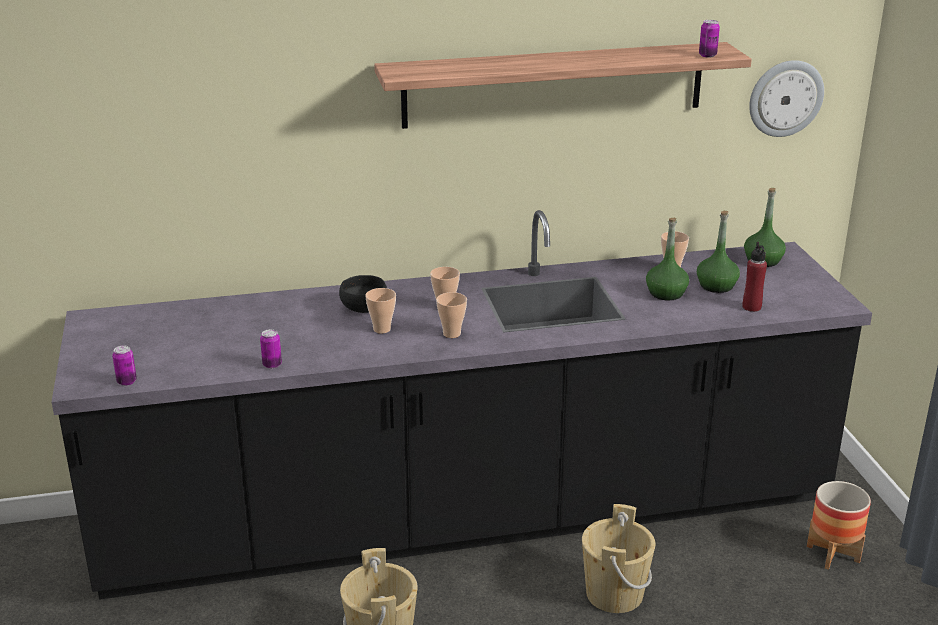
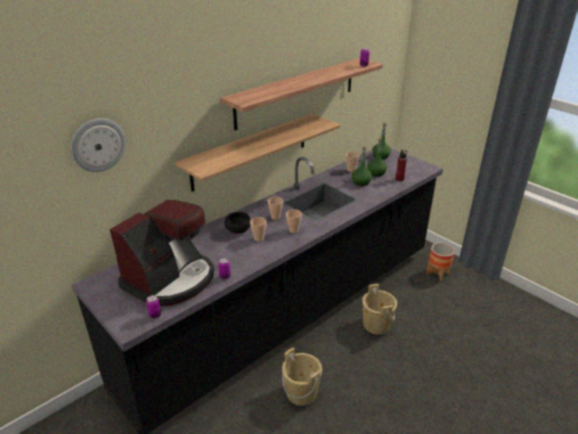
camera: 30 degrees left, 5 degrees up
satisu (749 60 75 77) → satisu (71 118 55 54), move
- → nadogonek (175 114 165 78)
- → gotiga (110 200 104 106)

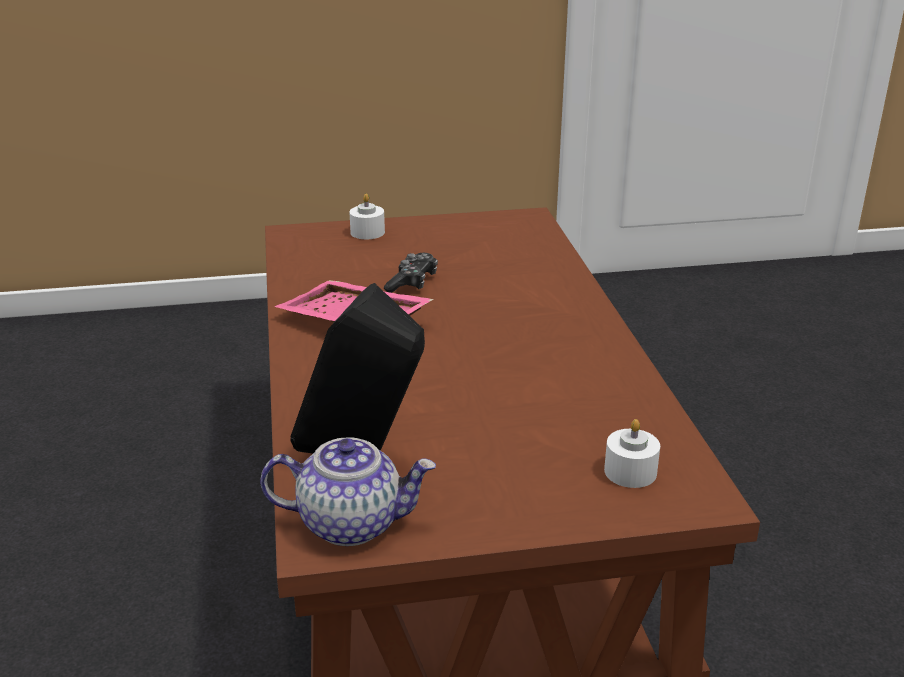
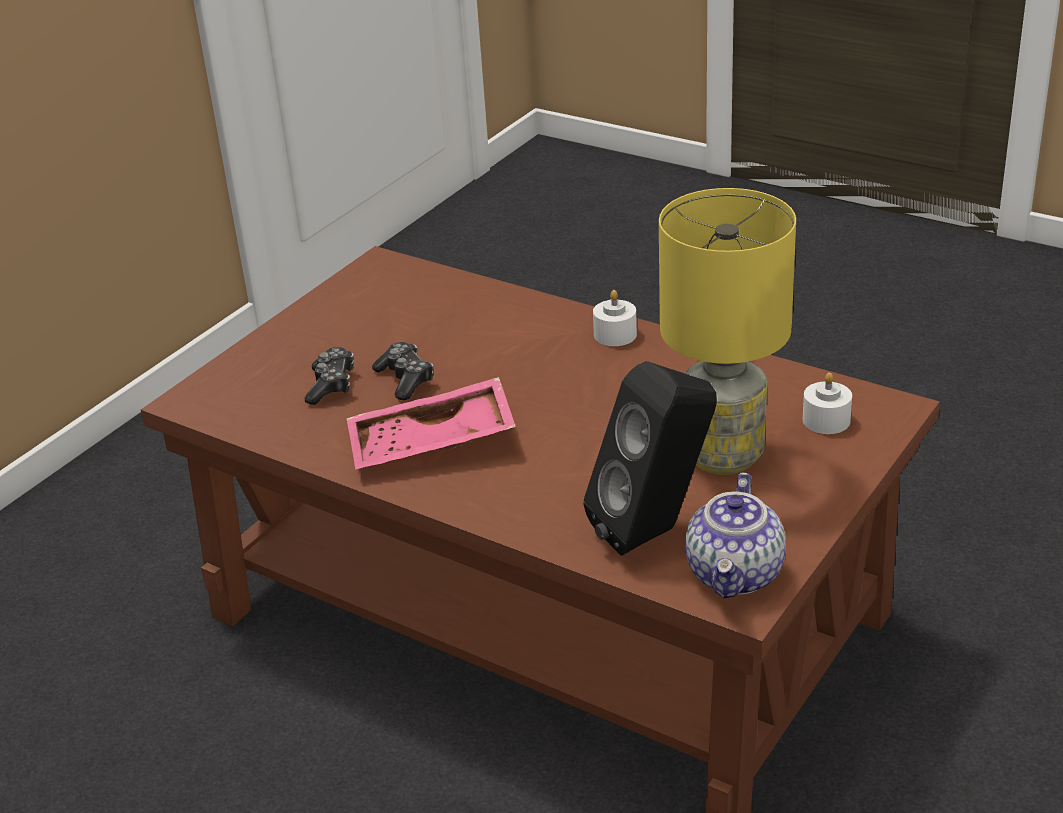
camera: 45 degrees left, 5 degrees up
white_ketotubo (349 193 36 46) → white_ketotubo (593 290 44 56), move
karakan (260 438 176 108) → karakan (685 473 101 125), 150 degrees clockwise
- → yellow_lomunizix (659 188 137 287)
- → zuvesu (304 347 50 58)

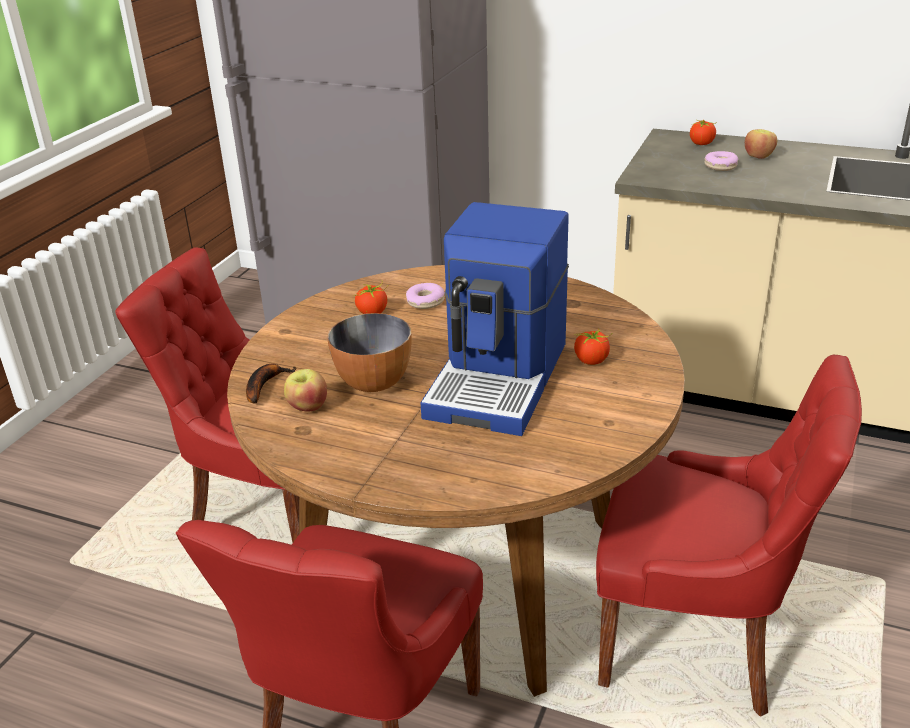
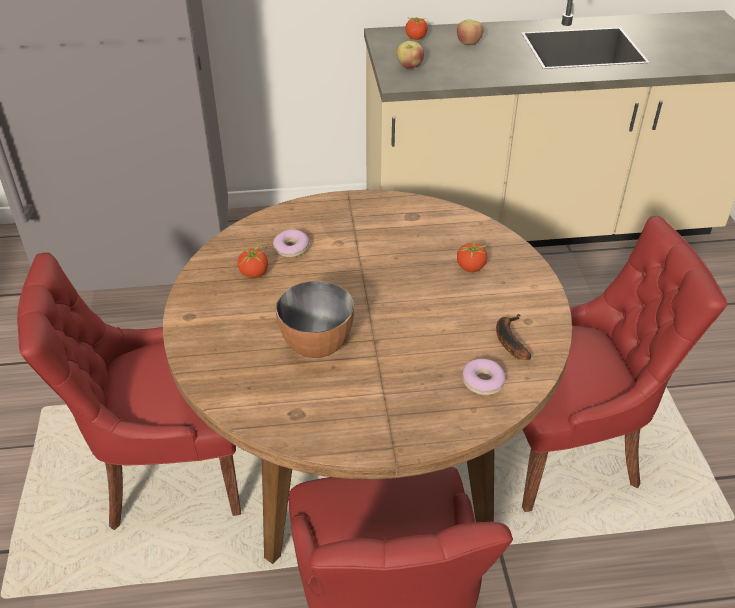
camera: 30 degrees left, 10 degrees up
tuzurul (704 151 34 20) → tuzurul (463 359 42 36), move
gotiga (420 202 149 234) → -
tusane (246 364 50 40) → tusane (496 314 36 46), move
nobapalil (284 369 43 42) → nobapalil (396 41 28 28), move

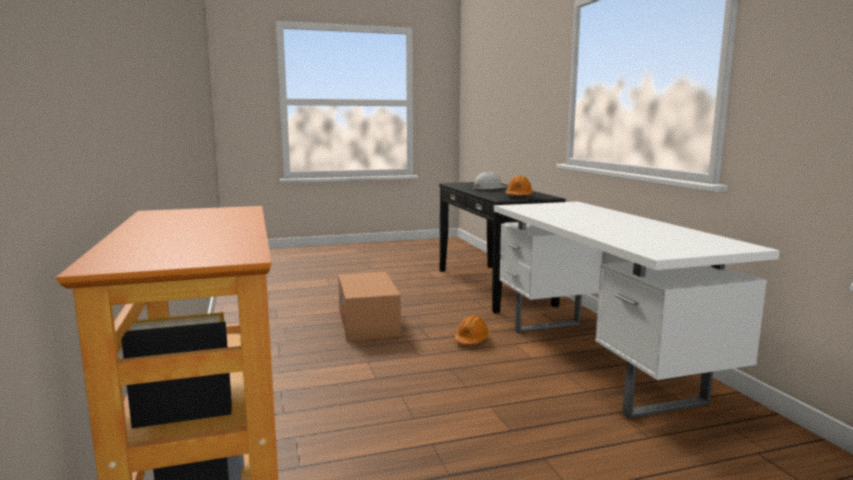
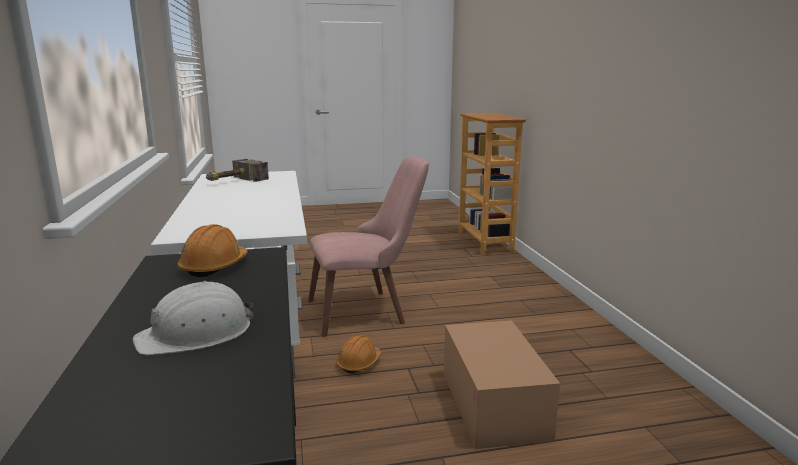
camera: 175 degrees left, 5 degrees up
- → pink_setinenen (308 157 121 180)
- → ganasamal (206 159 63 23)

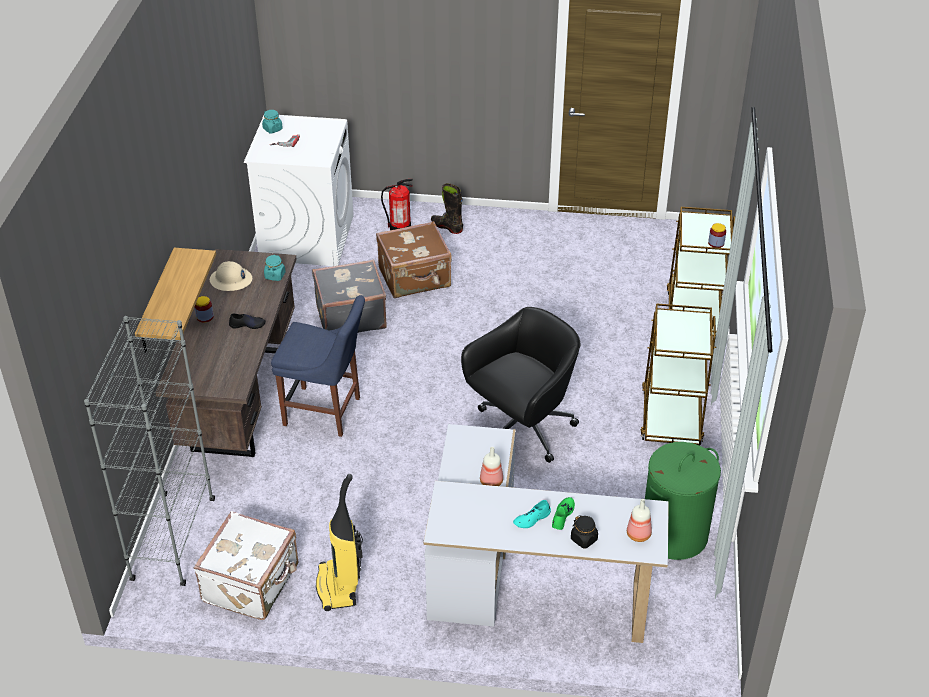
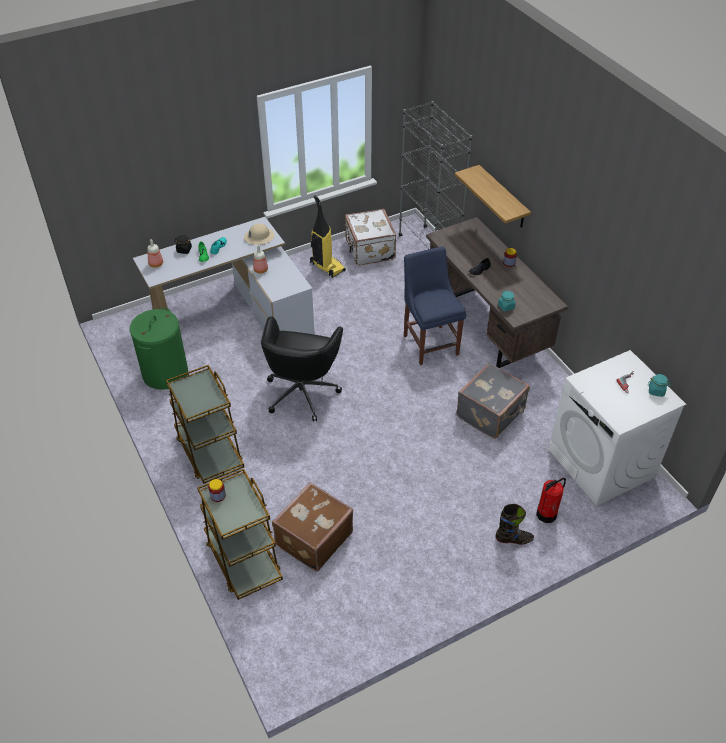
camera: 145 degrees right, 5 degrees up
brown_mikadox (376 221 76 77) → brown_mikadox (272 482 81 90), move
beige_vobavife (210 261 42 30) → beige_vobavife (244 224 31 21), move
blue_setinenen (271 295 94 142) → blue_setinenen (404 246 62 119), 90 degrees clockwise

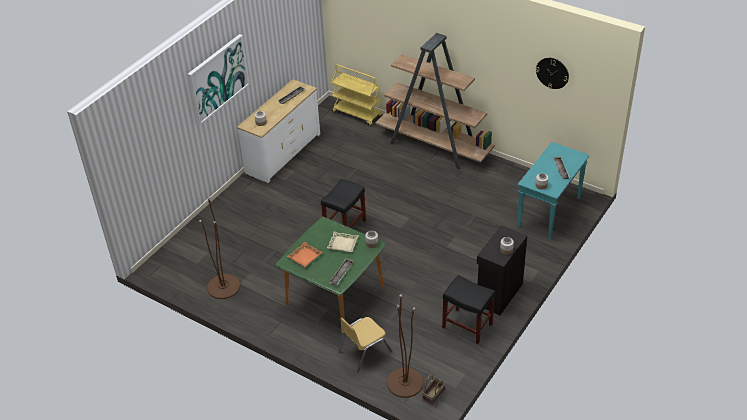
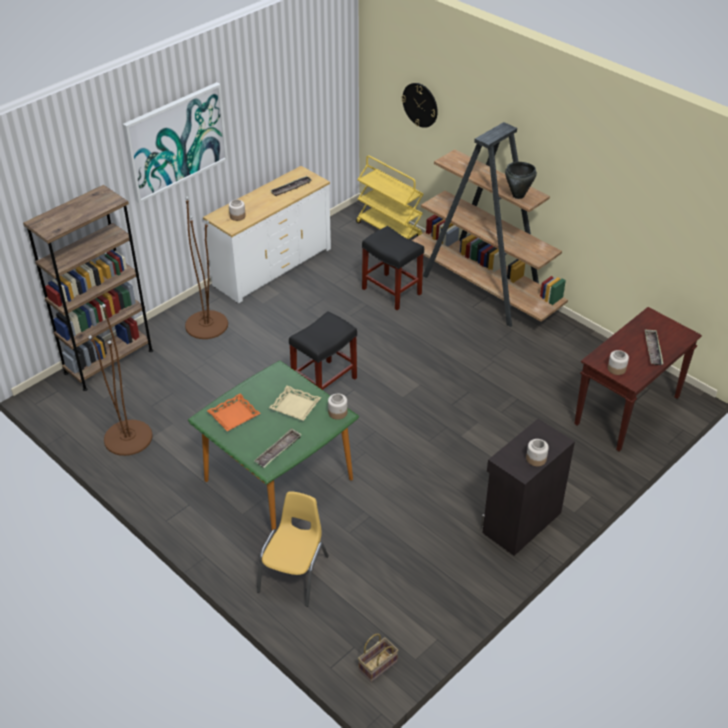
camera: 10 degrees right, 0 degrees up
satisu (536 58 33 31) → satisu (402 83 36 45), move
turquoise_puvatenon (517 142 73 97) → brown_puvatenon (574 307 128 144)
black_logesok (442 275 53 69) → black_logesok (362 226 62 84), move
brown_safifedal (387 294 36 104) → brown_safifedal (185 196 43 143), move
yellow_setinenen (338 317 54 55) → yellow_setinenen (257 491 72 116), 135 degrees clockwise
- → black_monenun (505 162 32 37)
- → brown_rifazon (23 185 130 206)

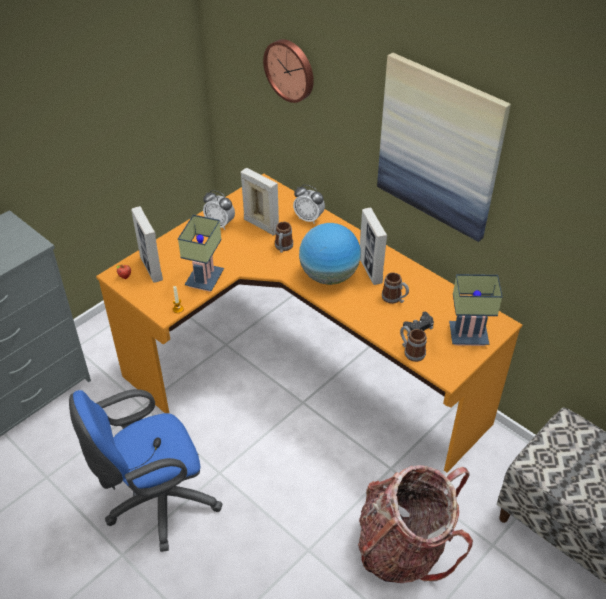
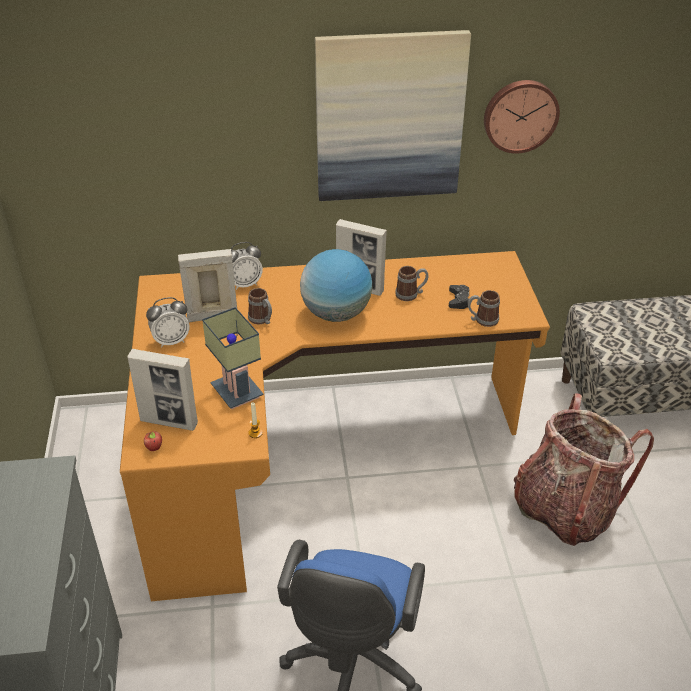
camera: 50 degrees left, 5 degrees down
satisu (263 39 51 64) → satisu (484 80 76 74), move
lomunizix (449 274 54 72) → -

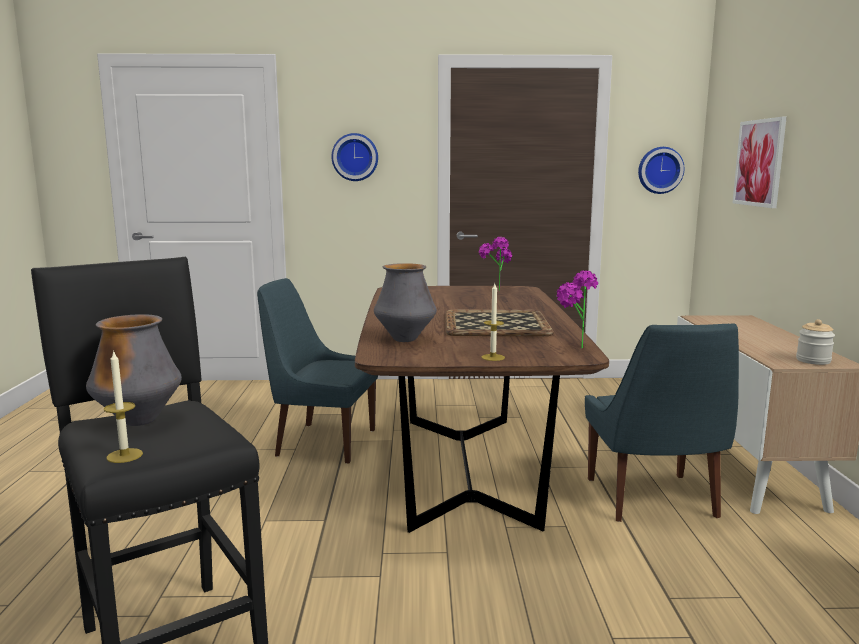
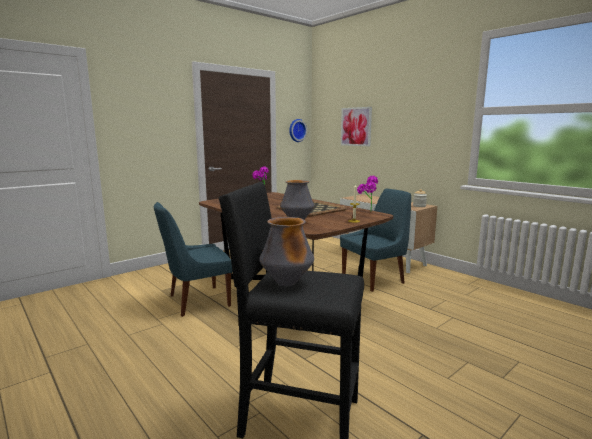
camera: 40 degrees left, 0 degrees up
satisu (331 133 47 48) → -
blue_setinenen (585 323 154 199) → blue_setinenen (340 189 71 103), 75 degrees counterclockwise
ketotubo (104 350 39 113) → -

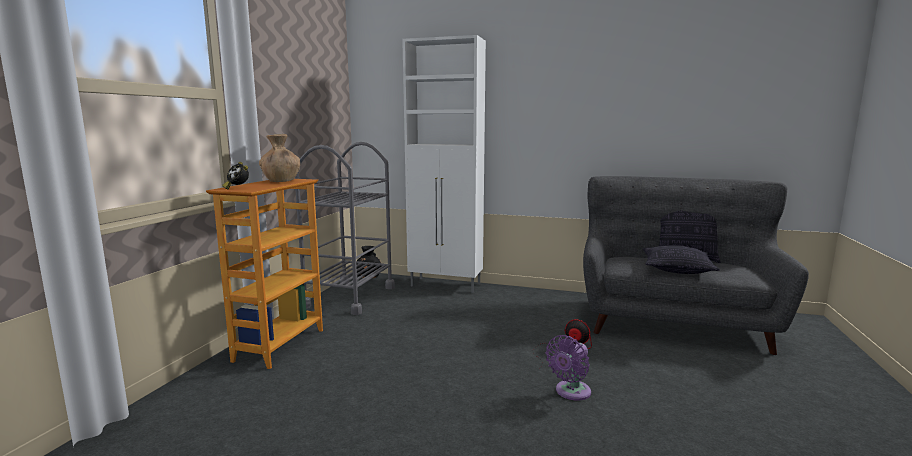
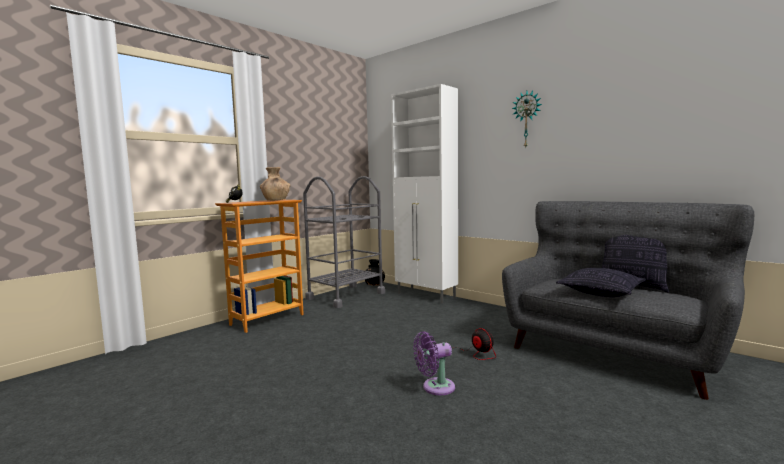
camera: 25 degrees right, 5 degrees down
- → satisu (512 91 30 57)

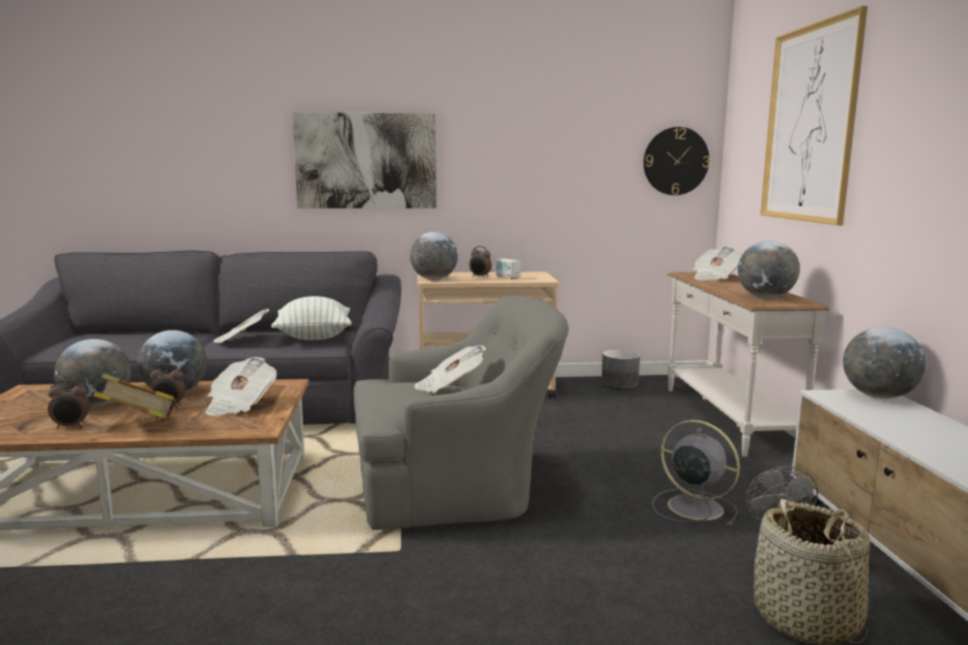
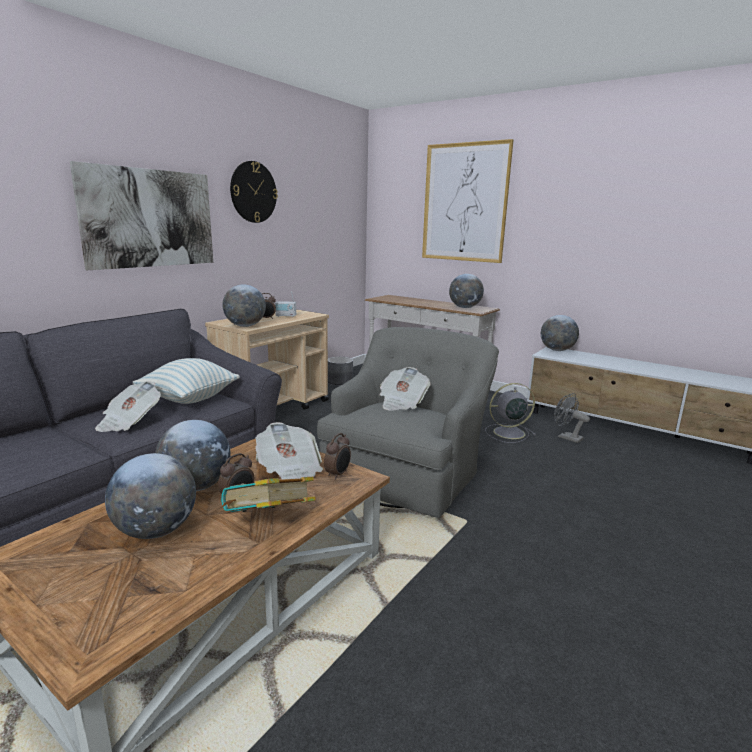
camera: 50 degrees left, 5 degrees up
satisu (644 127 66 68) → satisu (230 161 48 62), move
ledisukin (693 247 50 33) → -
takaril (48 379 42 49) → takaril (324 433 27 47), move
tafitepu (754 499 116 146) → -

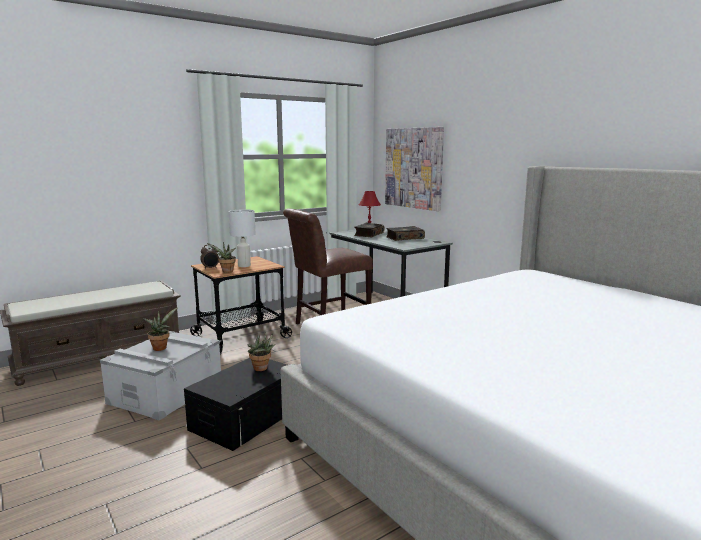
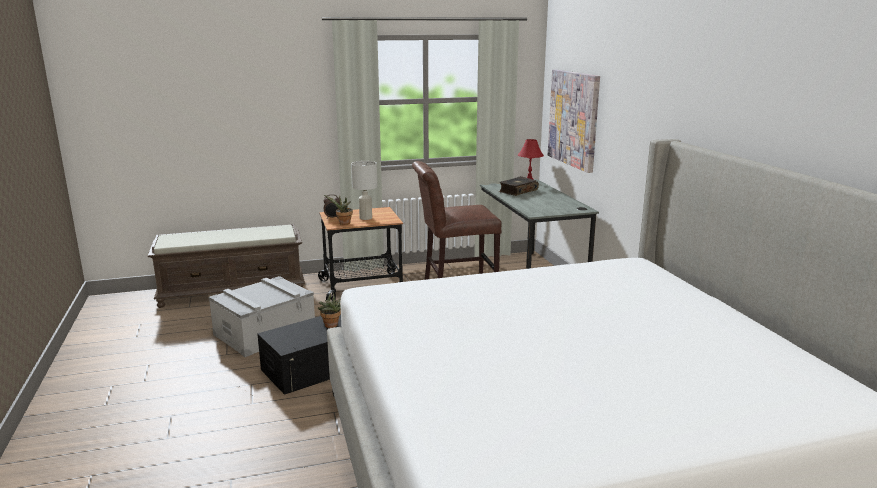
camera: 20 degrees right, 5 degrees up
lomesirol (386 226 39 15) → -
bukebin (143 307 35 44) → -

